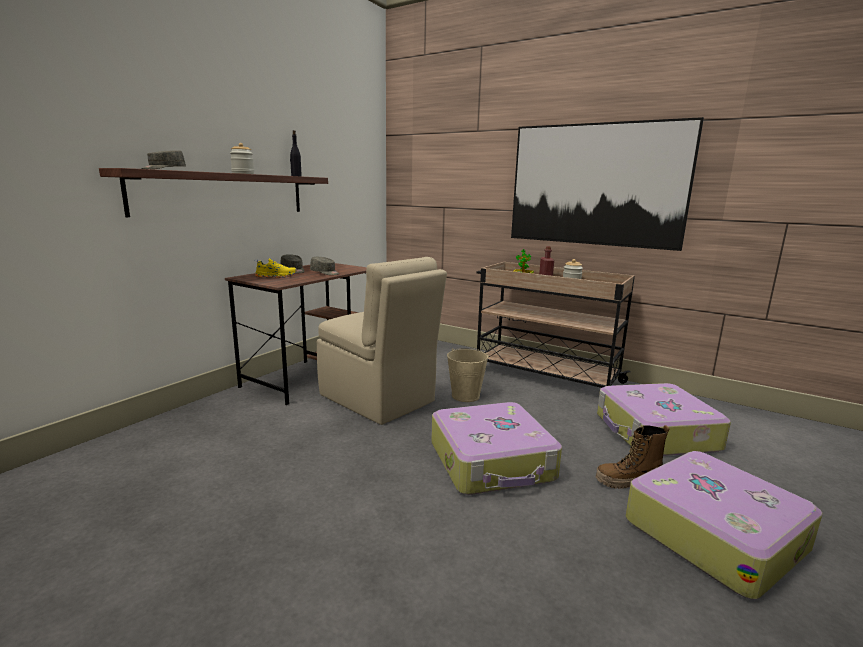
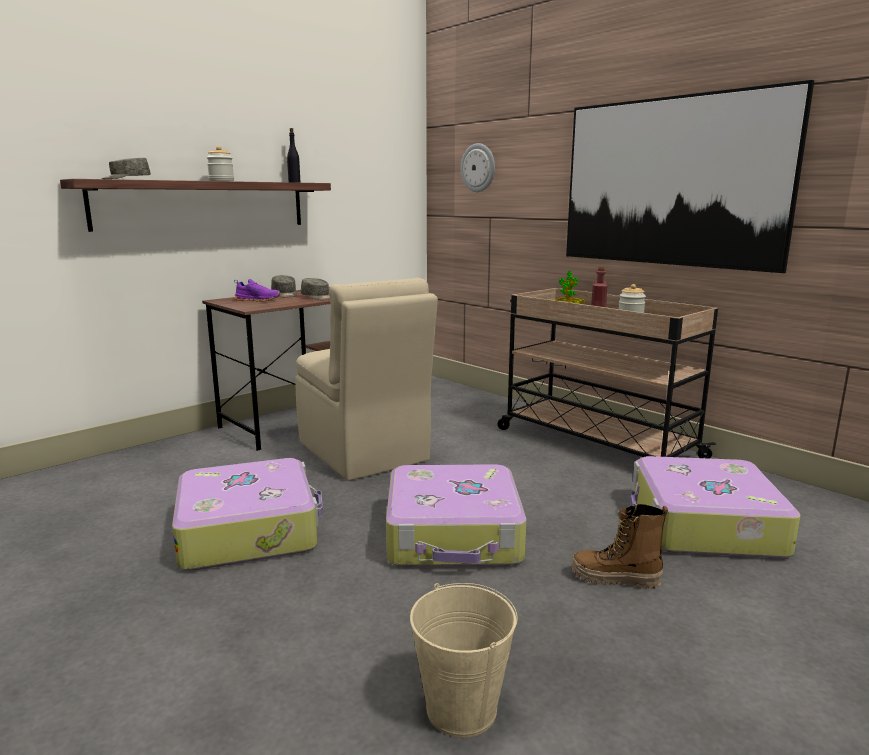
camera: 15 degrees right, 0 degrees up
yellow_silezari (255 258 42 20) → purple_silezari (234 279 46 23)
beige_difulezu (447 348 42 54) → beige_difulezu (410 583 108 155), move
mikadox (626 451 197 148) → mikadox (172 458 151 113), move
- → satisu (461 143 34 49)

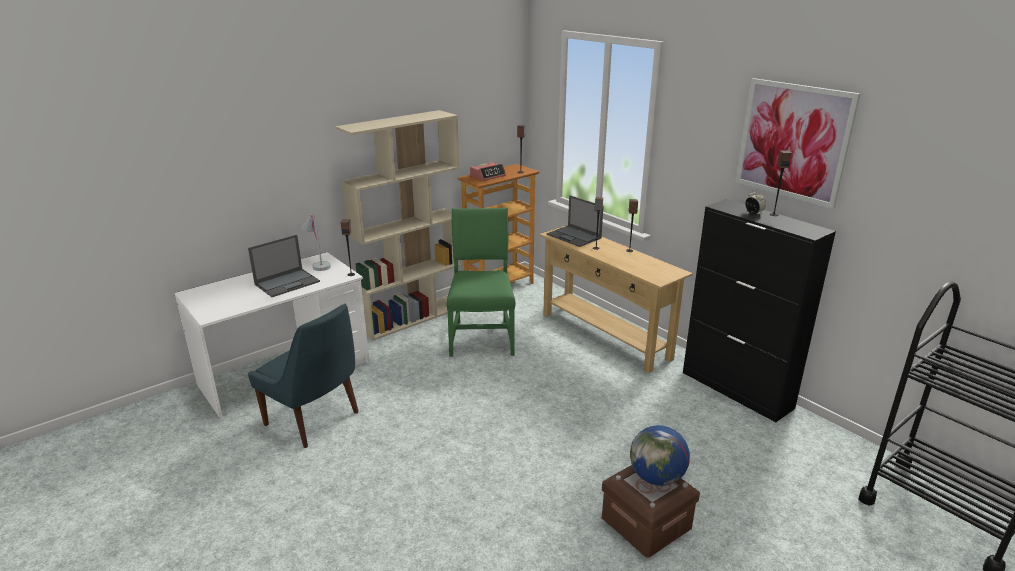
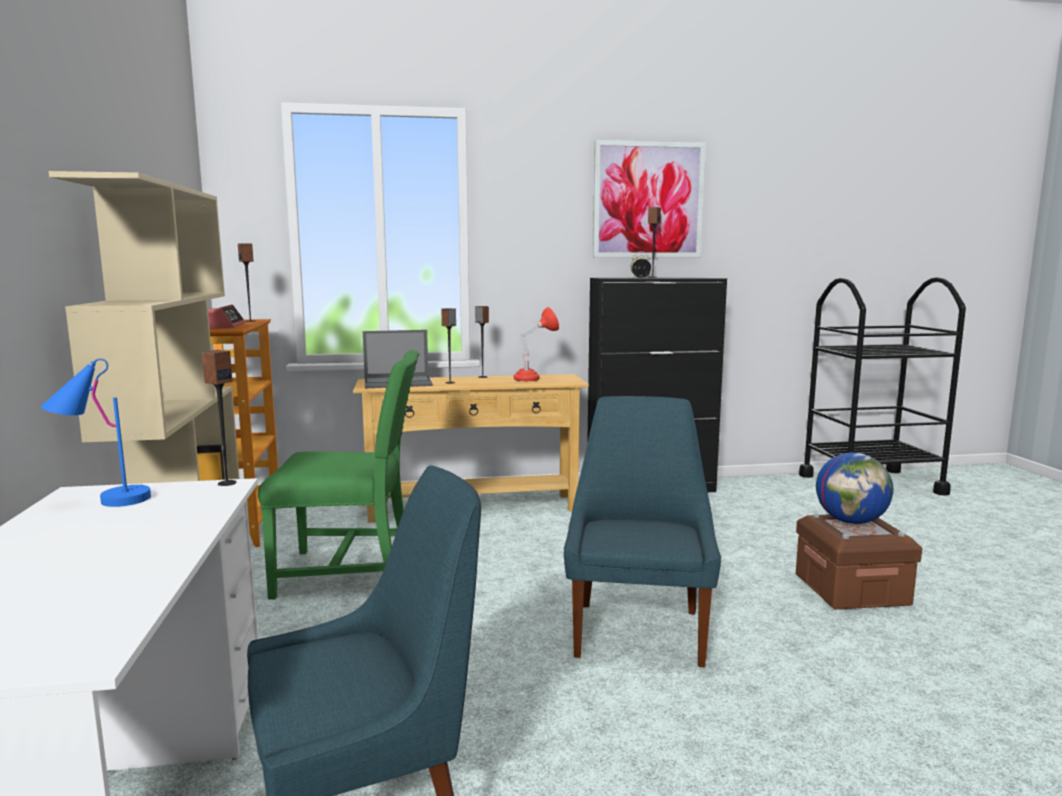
camera: 60 degrees left, 15 degrees down
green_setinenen (446 208 70 149) → green_setinenen (258 350 161 250), 150 degrees clockwise
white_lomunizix (301 214 30 57) → blue_lomunizix (41 358 110 149)
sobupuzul (248 235 72 62) → -
- → red_lomunizix (514 307 45 74)
- → blue_setinenen (564 396 157 271)

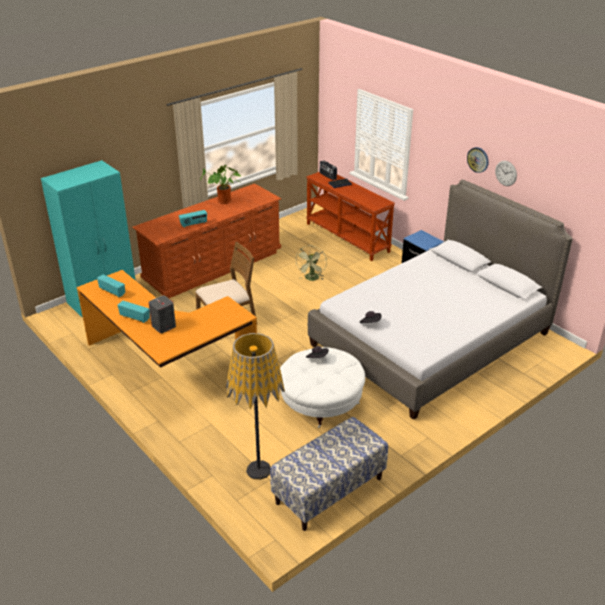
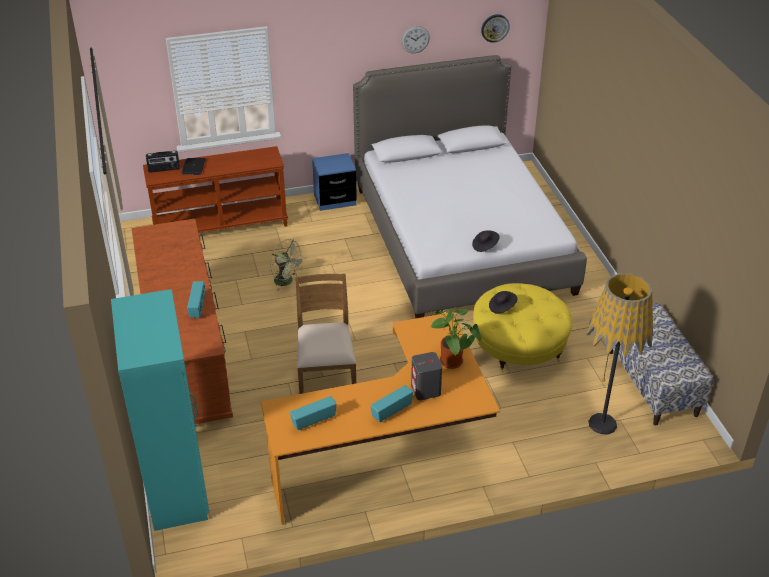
camera: 65 degrees left, 5 degrees up
satisu (467 147 22 26) → satisu (481 14 29 29), move
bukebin (200 165 42 39) → bukebin (431 309 50 60), move
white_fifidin (280 347 85 81) → yellow_fifidin (473 283 99 89)

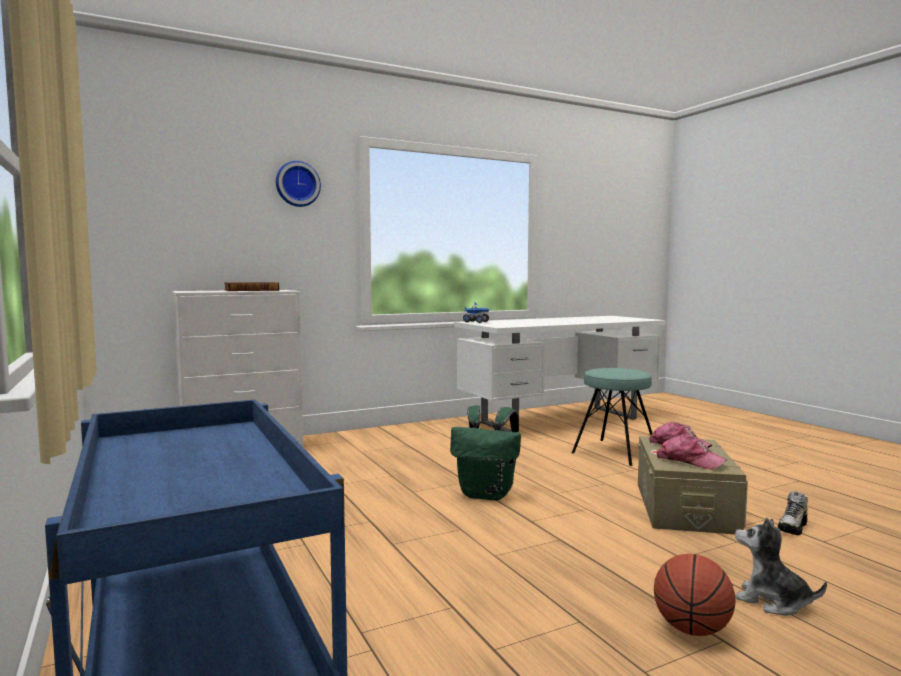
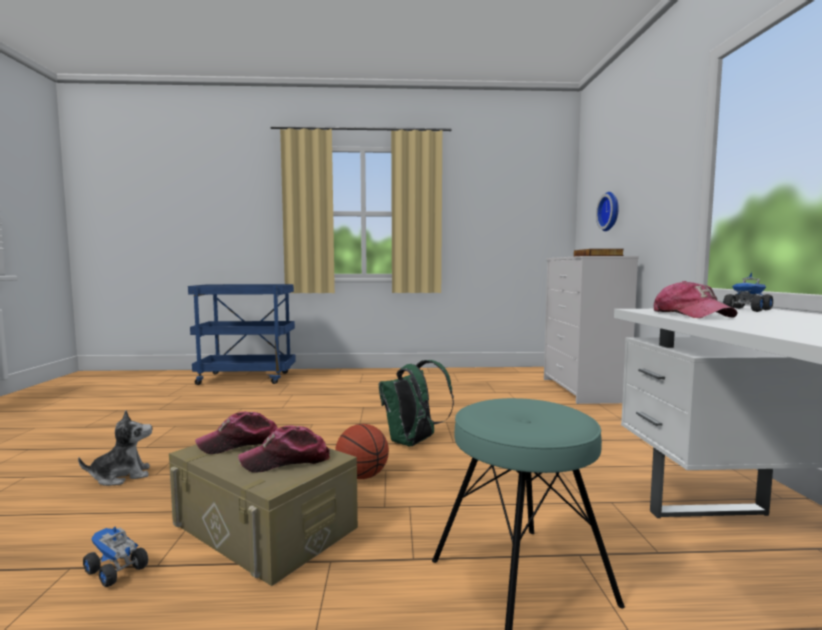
camera: 115 degrees right, 0 degrees up
satisu (276 161 45 46) → satisu (596 192 23 39), move
silezari (778 491 30 44) → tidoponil (83 526 65 61)
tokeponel (654 554 82 82) → tokeponel (335 424 54 55), move
- → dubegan (654 281 83 37)

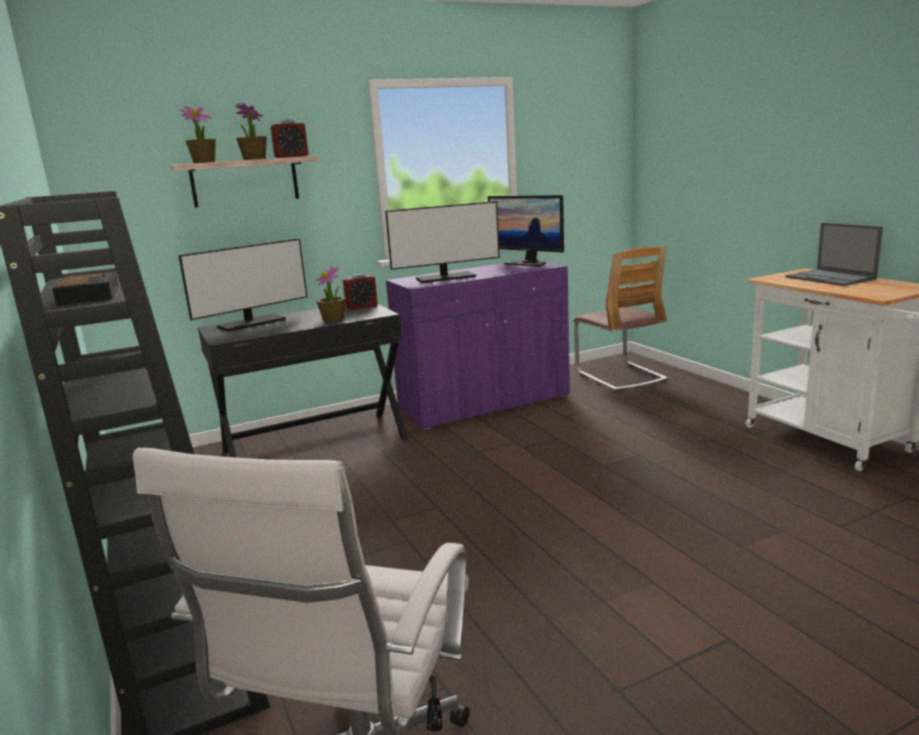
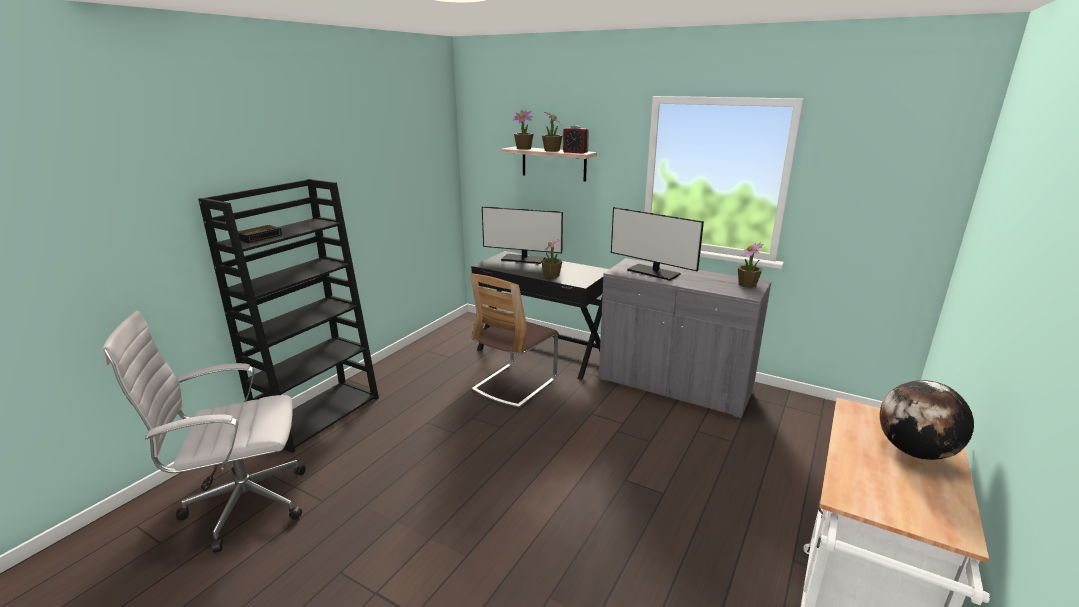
camera: 55 degrees right, 5 degrees up
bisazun (488 195 76 72) → bukebin (738 242 26 46)
sobupuzul (785 223 98 63) → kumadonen (880 380 94 80)
setinenen (574 247 94 145) → setinenen (470 273 89 136), move
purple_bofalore (386 261 184 170) → grey_bofalore (599 258 172 160)
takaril (342 274 36 36) → -

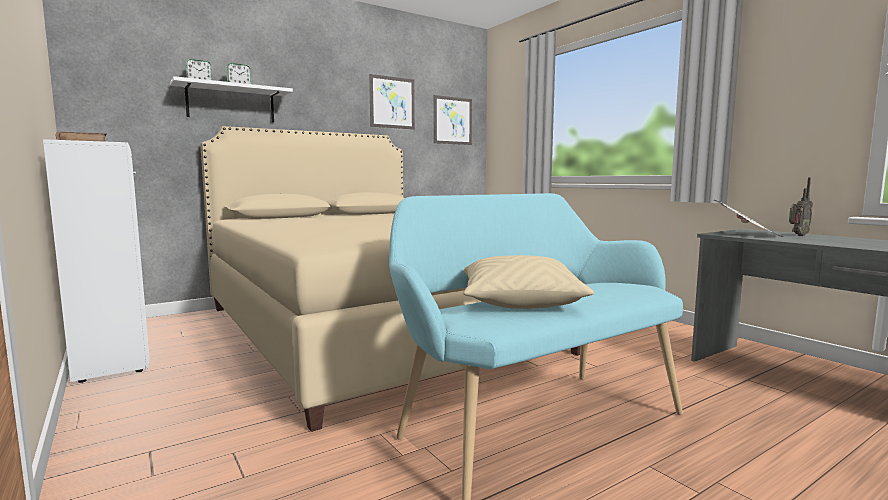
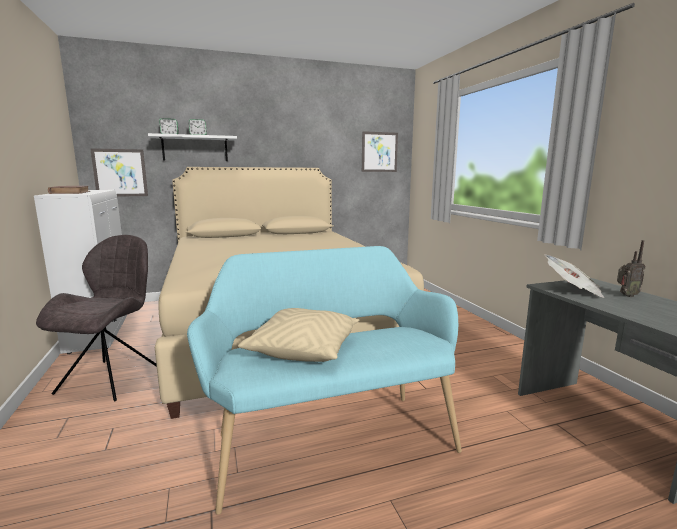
camera: 15 degrees right, 5 degrees up
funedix (369 74 46 55) → funedix (90 148 58 49), move
- → grey_setinenen (36 235 121 166)

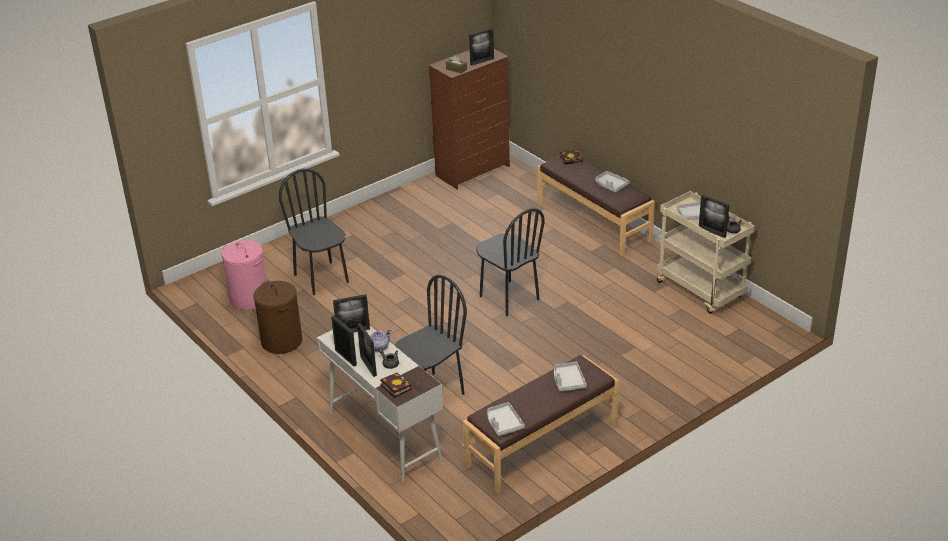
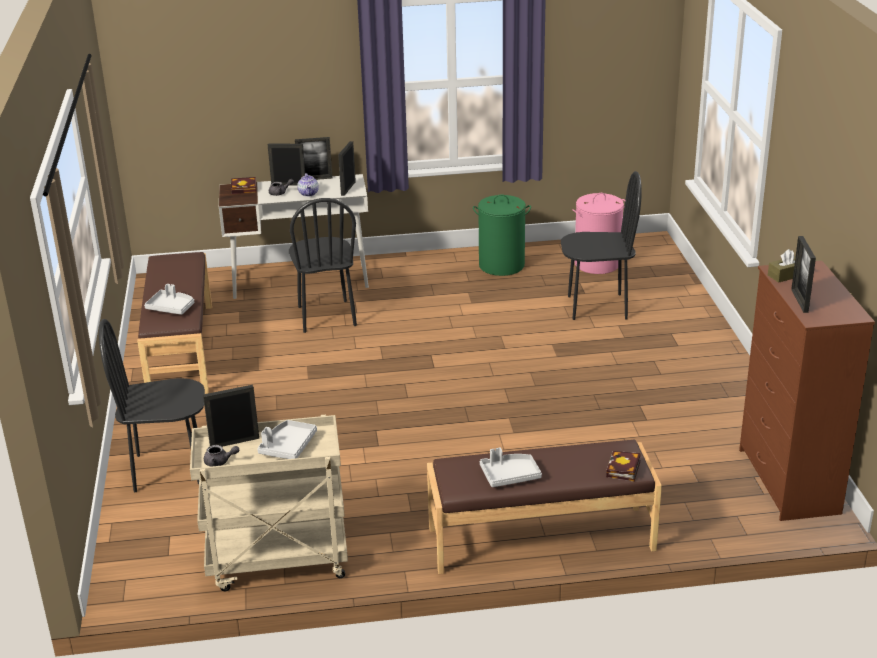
camera: 120 degrees right, 5 degrees down
black_setinenen (476 208 69 109) → black_setinenen (99 319 106 173), move
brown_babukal (254 281 48 73) → green_babukal (473 194 58 82)
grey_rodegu (487 402 38 34) → -

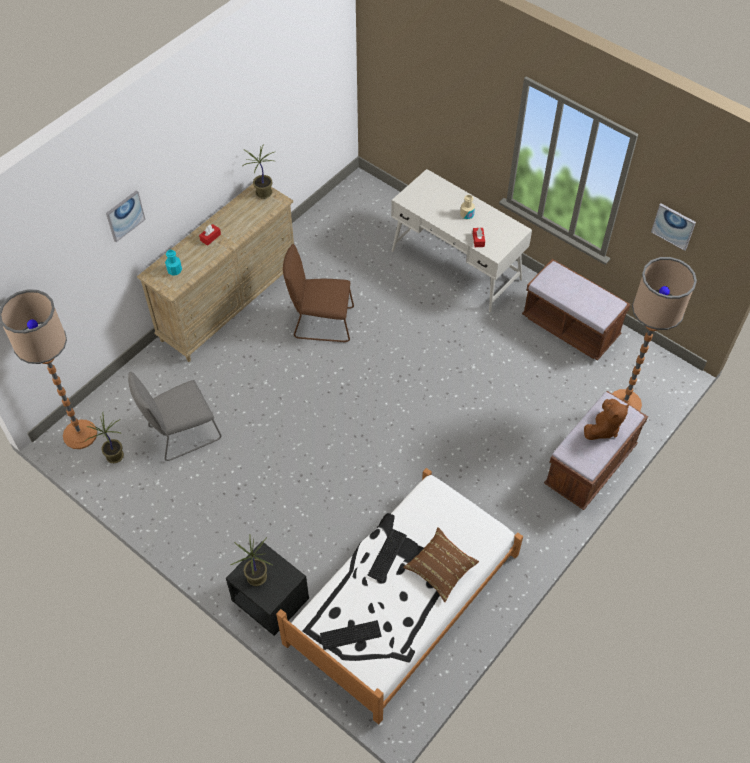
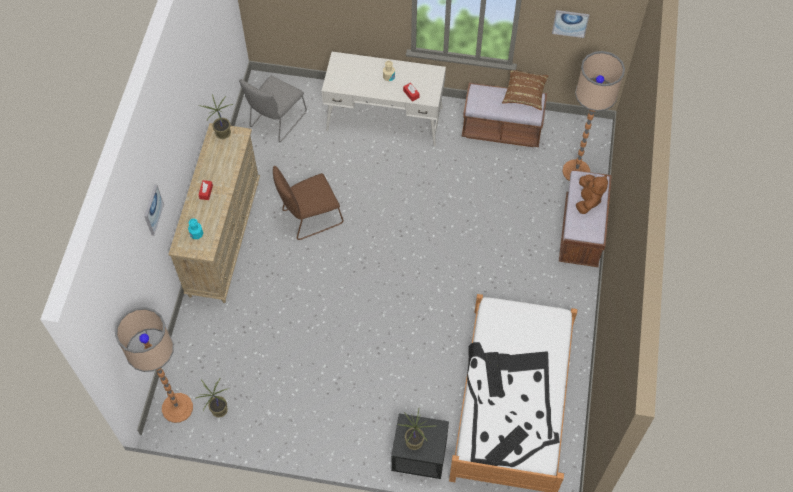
camera: 30 degrees left, 5 degrees up
grey_setinenen (128 372 93 89) → grey_setinenen (239 76 68 66), move
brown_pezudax (403 527 76 75) → brown_pezudax (502 70 47 40), move

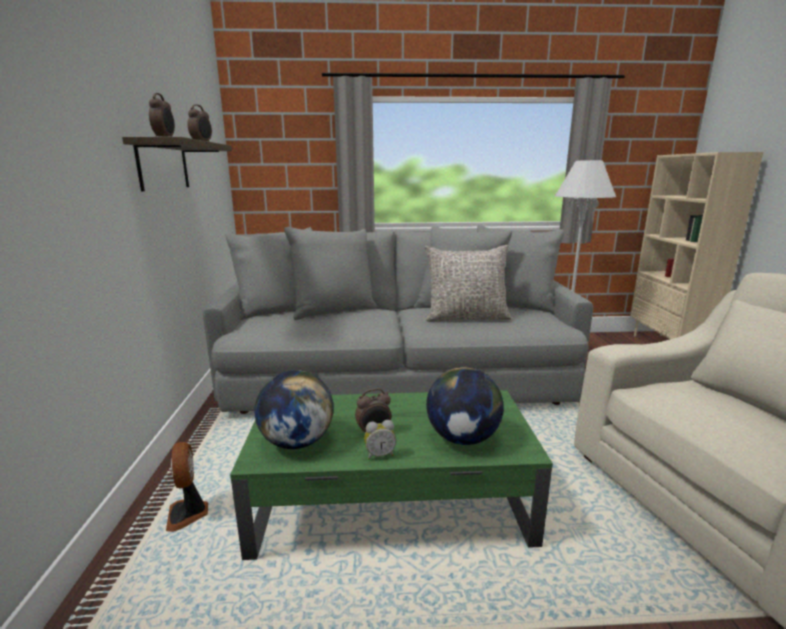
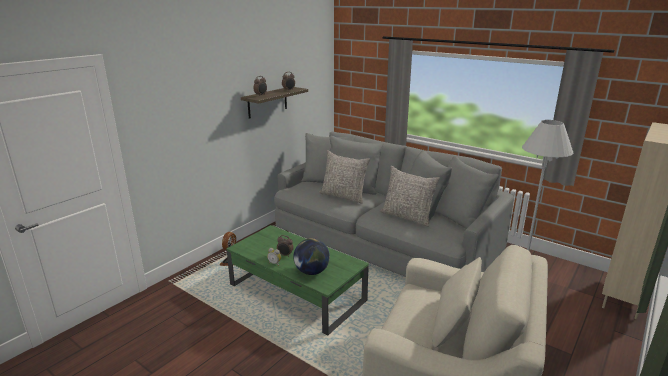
camera: 40 degrees right, 5 degrees up
kumadonen (254 370 80 79) → -
- → grey_pezudax (319 150 51 54)

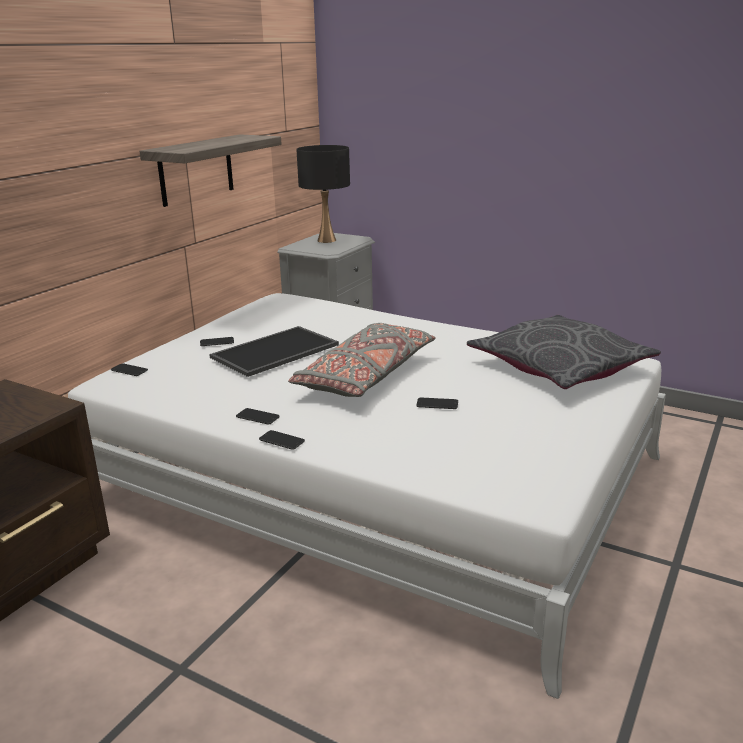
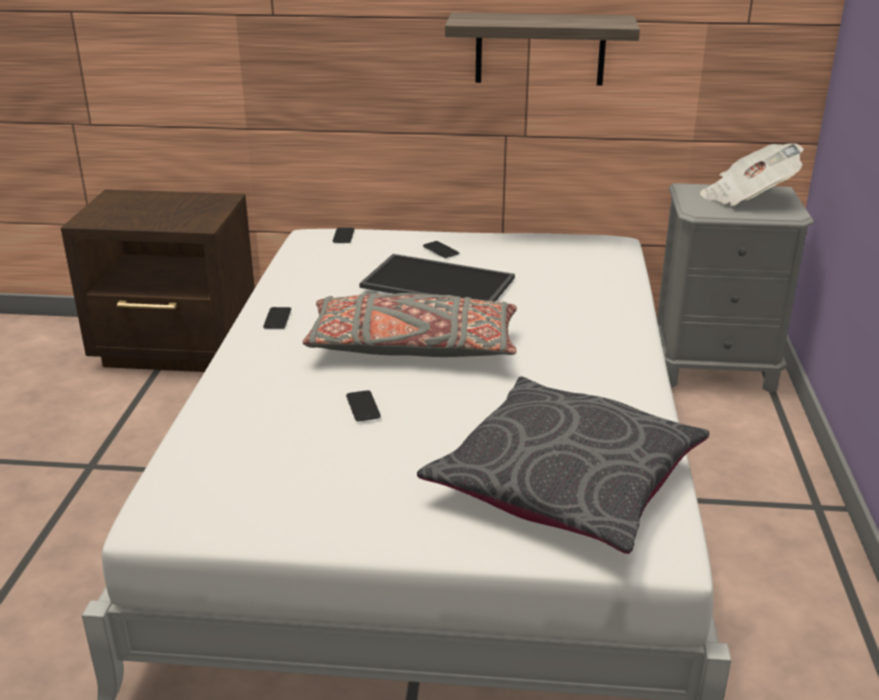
camera: 65 degrees right, 5 degrees up
black_lomunizix (296 145 54 98) → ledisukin (700 143 104 63)
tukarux (259 430 46 20) → -

